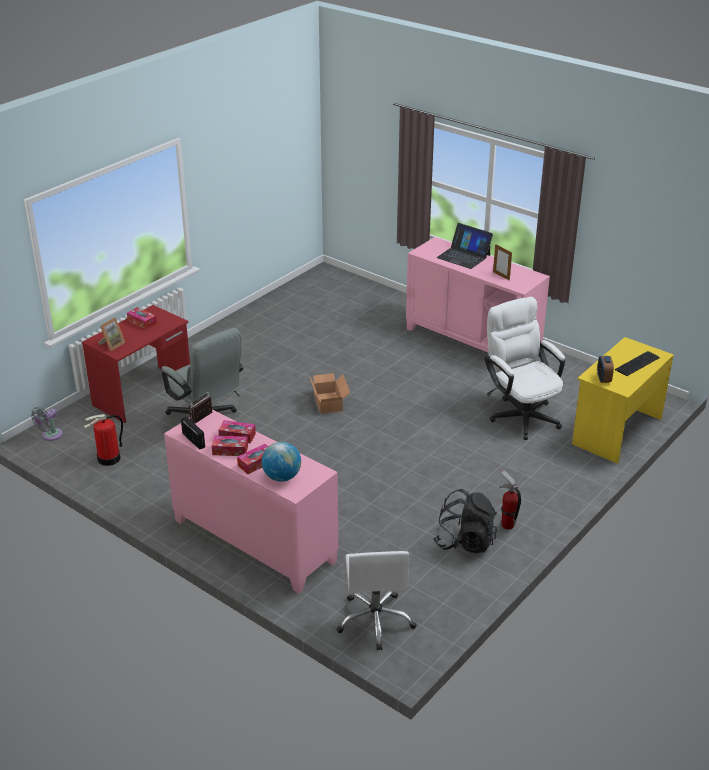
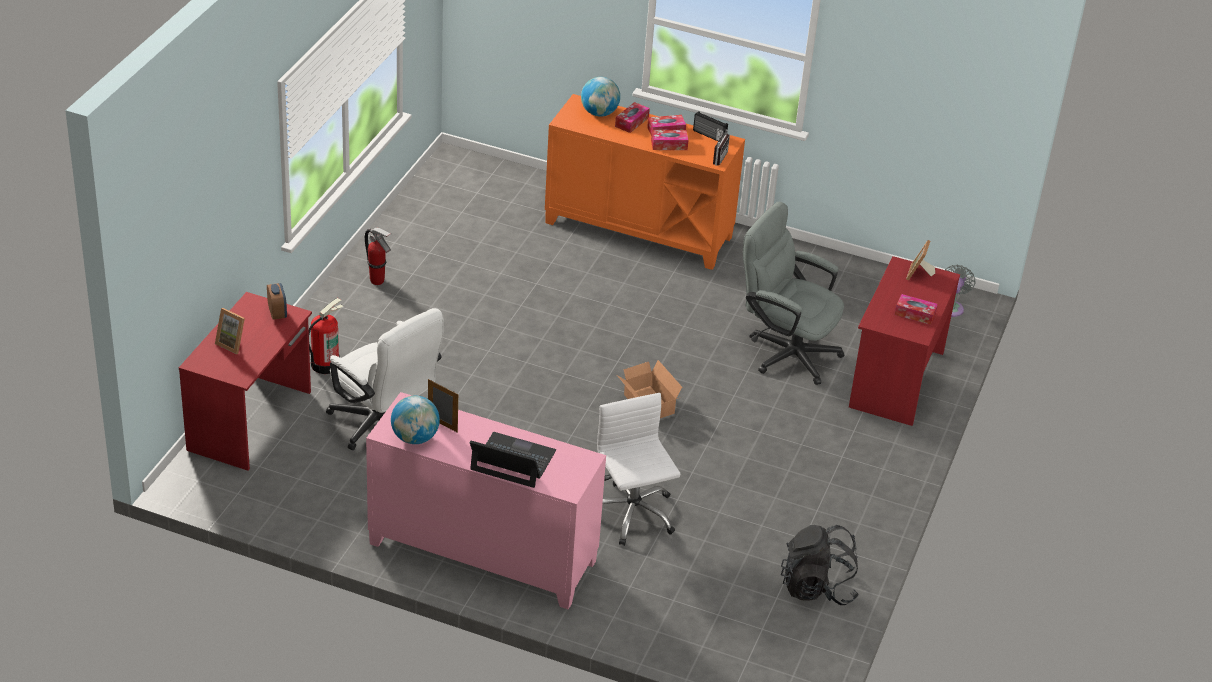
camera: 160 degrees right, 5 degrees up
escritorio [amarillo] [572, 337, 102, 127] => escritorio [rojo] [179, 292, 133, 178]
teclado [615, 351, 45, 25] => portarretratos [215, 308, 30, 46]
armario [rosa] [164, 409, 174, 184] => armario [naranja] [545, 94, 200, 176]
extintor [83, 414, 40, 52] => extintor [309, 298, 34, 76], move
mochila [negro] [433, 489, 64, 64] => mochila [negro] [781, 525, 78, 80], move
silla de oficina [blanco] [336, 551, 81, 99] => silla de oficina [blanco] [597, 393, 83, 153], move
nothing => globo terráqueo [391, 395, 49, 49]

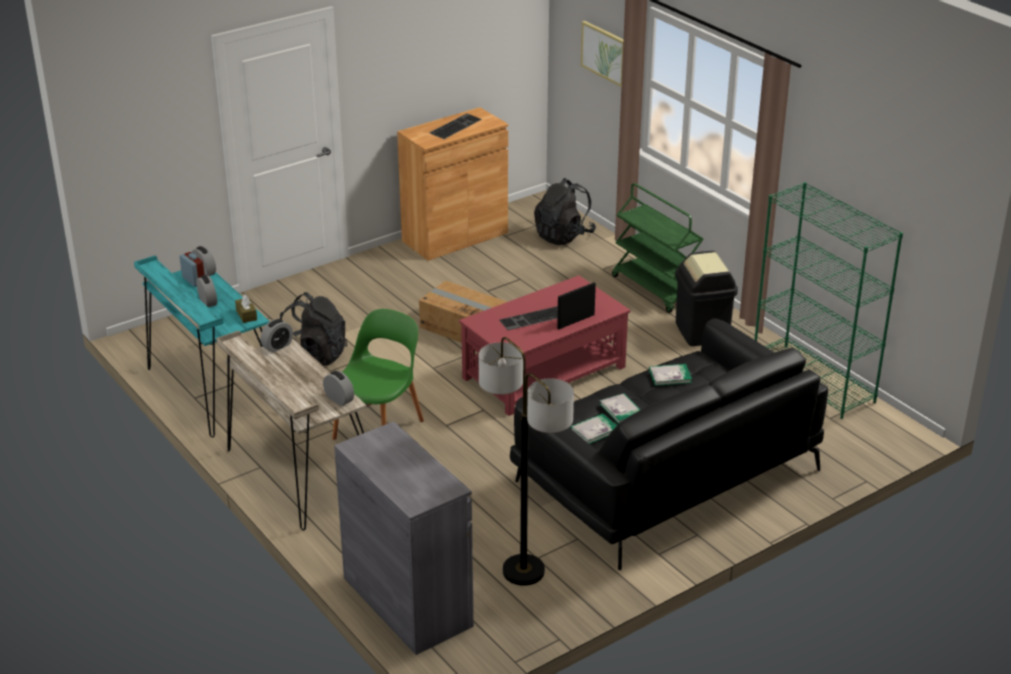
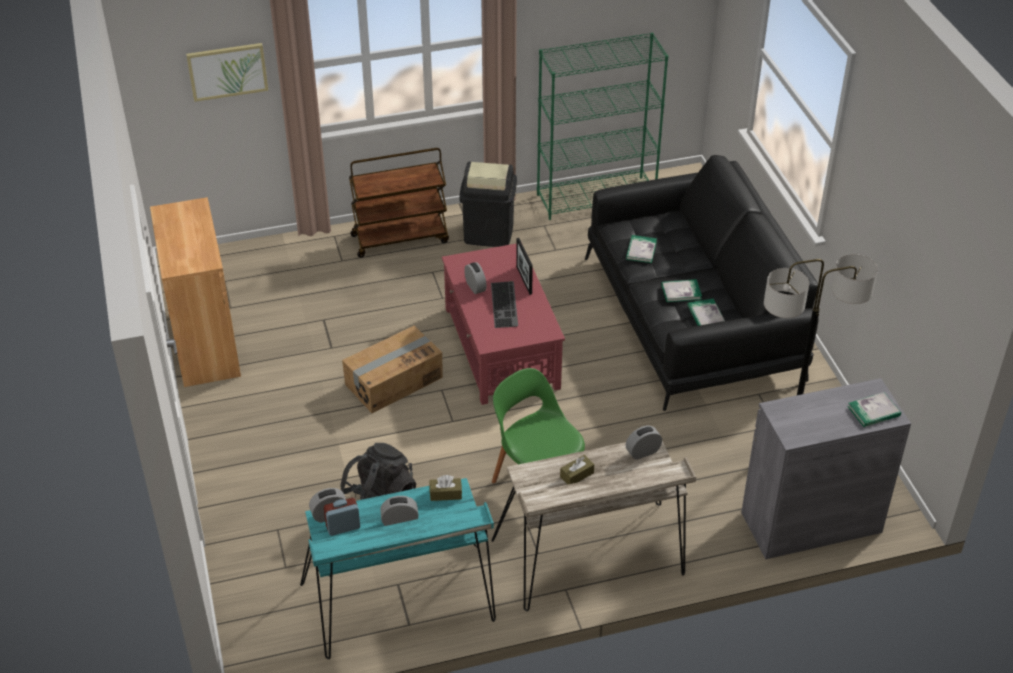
camera: 70 degrees left, 10 degrees up
teclado [429, 113, 53, 26] => nothing
mochila [negro] [534, 178, 62, 67] => nothing
carrito [verde] [612, 183, 91, 130] => carrito [marrón] [349, 148, 100, 110]
despertador [260, 319, 33, 34] => despertador [464, 262, 23, 32], move
nothing => libro [847, 392, 54, 35]
nothing => caja de pañuelos [marrón] [560, 455, 34, 29]

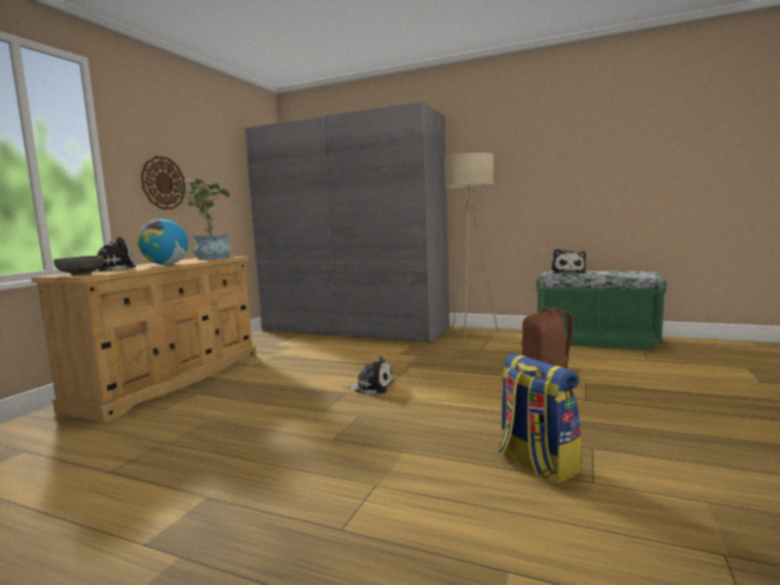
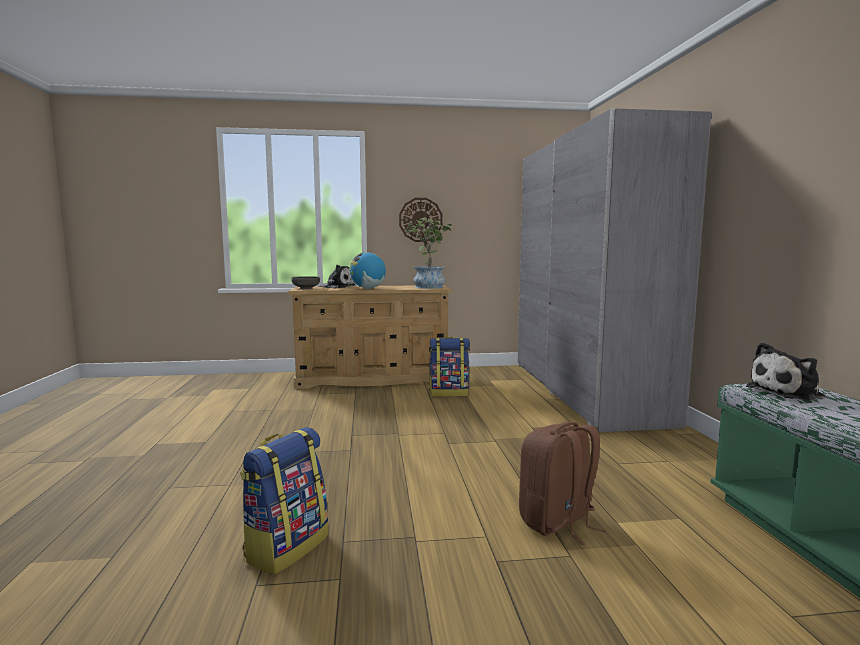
camera: 60 degrees right, 0 degrees up
lámpara de pie [beis] [444, 153, 55, 190] => nothing
peluche [344, 356, 49, 39] => nothing
nothing => mochila [429, 337, 41, 60]

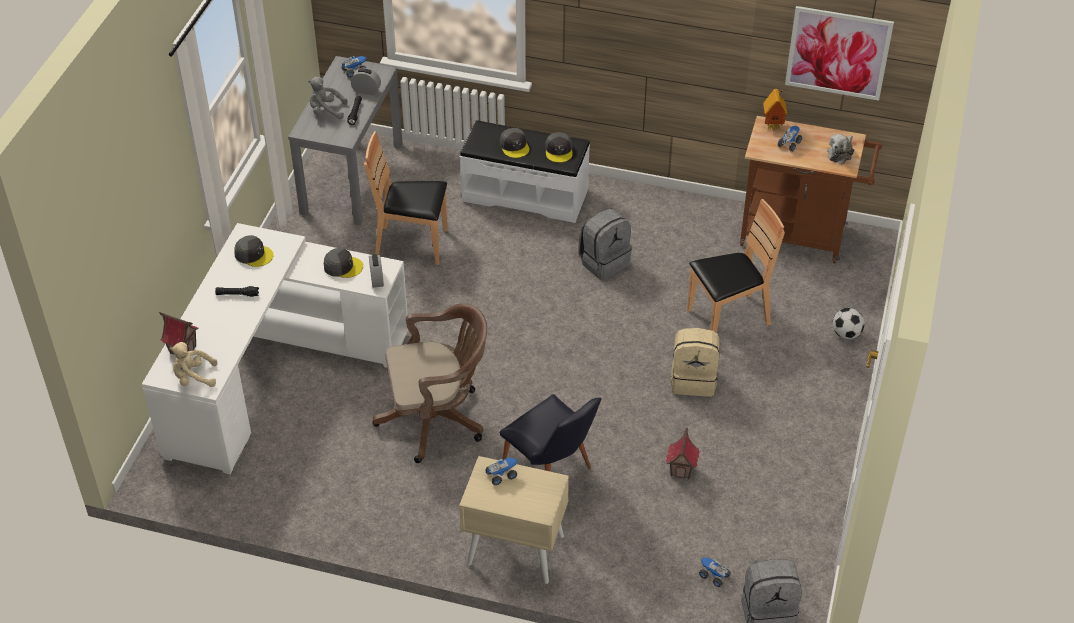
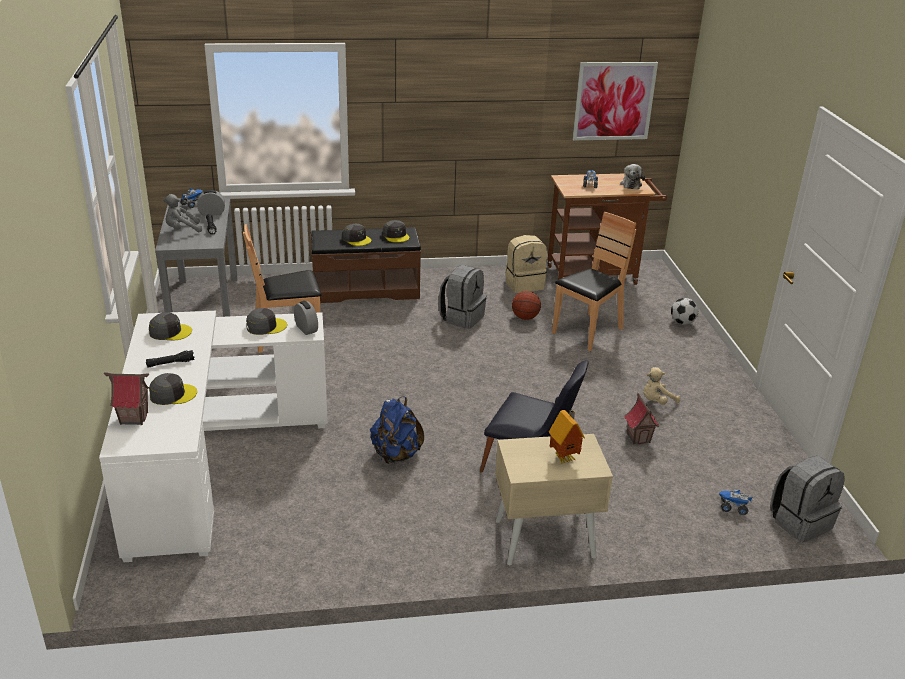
camera: 25 degrees left, 15 degrees down
casita [763, 89, 25, 41] => casita [549, 410, 36, 53], move
banco [blanco] [460, 120, 130, 103] => banco [marrón] [311, 227, 110, 76]
silla de oficina [marrón] [373, 303, 114, 160] => mochila [azul] [370, 397, 54, 67]
mochila [beis] [671, 328, 49, 69] => mochila [beis] [505, 235, 43, 58], move
peluche [beis] [169, 342, 48, 45] => peluche [beis] [643, 367, 37, 38], move
camión de juguete [485, 458, 32, 27] => nothing
nothing => balón de baloncesto [512, 291, 29, 29]
nothing => gorra [gris] [149, 373, 48, 32]

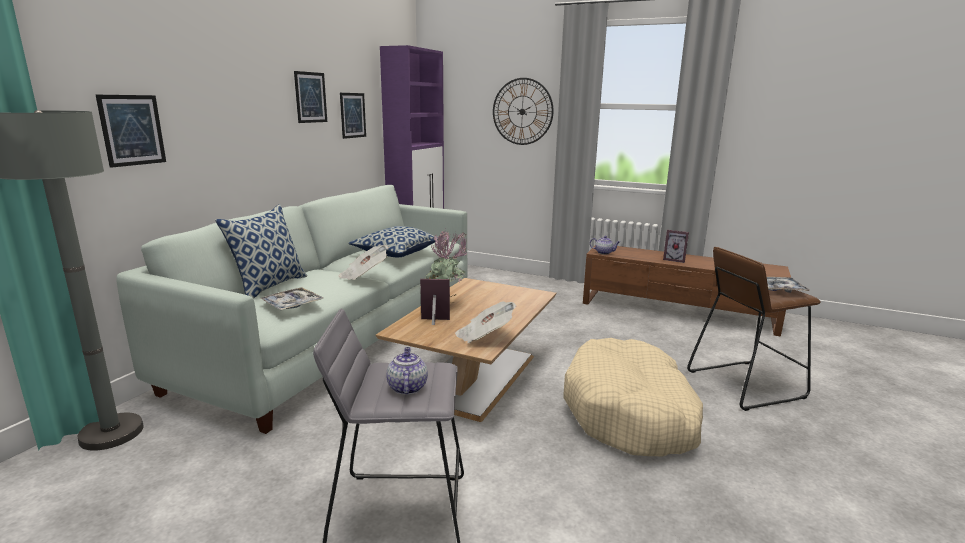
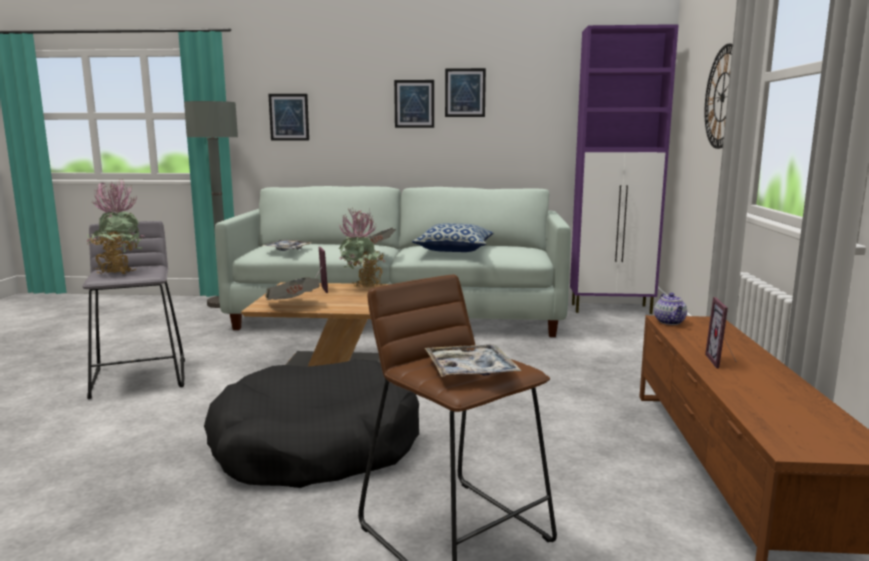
camera: 70 degrees right, 5 degrees down
cuadro [340, 93, 26, 46] => cuadro [394, 80, 40, 48], move
cojín [215, 204, 92, 95] => nothing
cama para perro [beis] [563, 338, 140, 118] => cama para perro [negro] [204, 359, 215, 129]
tetera [386, 347, 42, 48] => planta en maceta [86, 180, 58, 94]

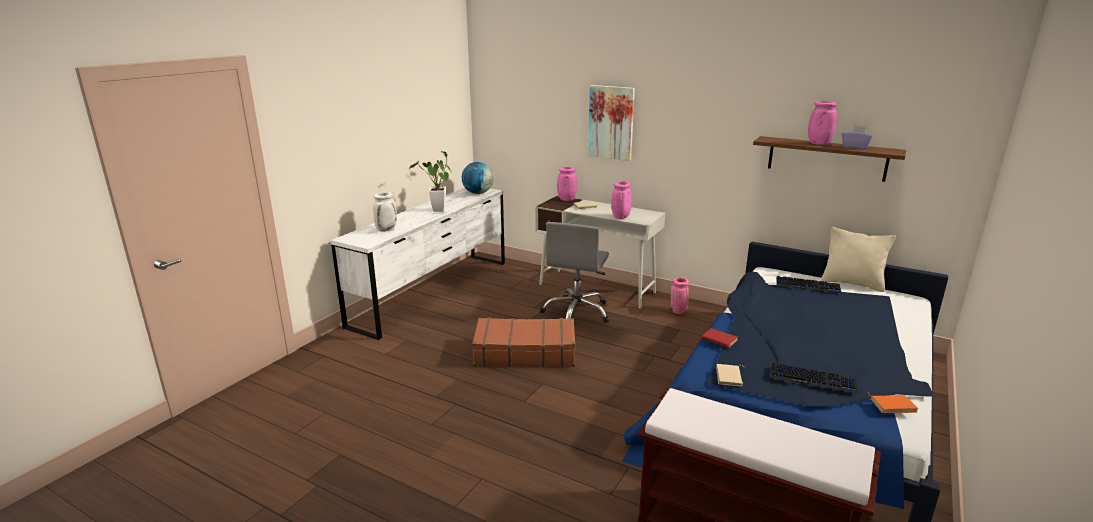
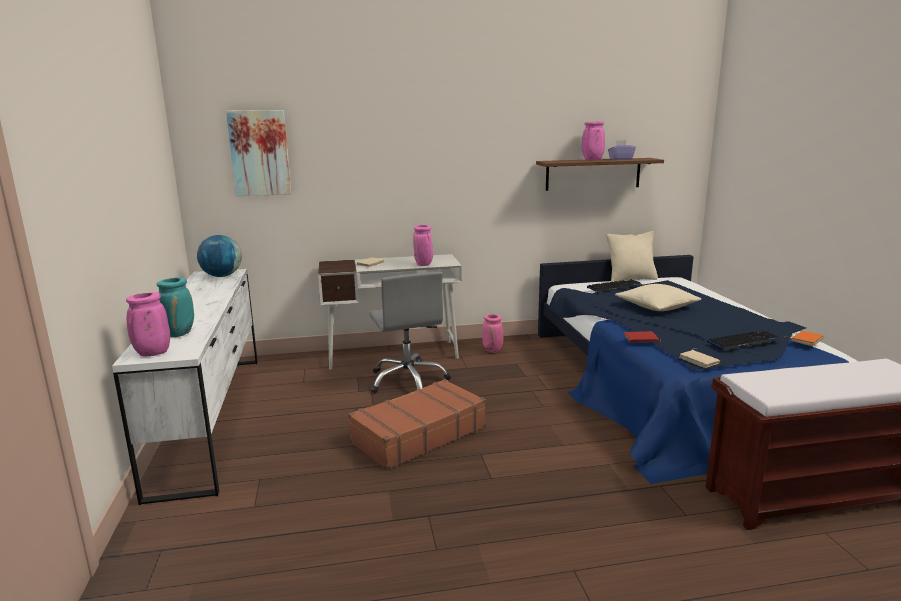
camera: 40 degrees left, 5 degrees down
cuadro [588, 85, 47, 76] => cuadro [226, 110, 66, 86], move
planta en maceta [409, 151, 42, 61] => nothing
florero [rosa] [557, 167, 20, 34] => florero [rosa] [126, 292, 44, 64], move
florero [blanco] [373, 192, 24, 40] => florero [turquesa] [157, 278, 37, 59]
nothing => cojín [beis] [615, 284, 86, 27]

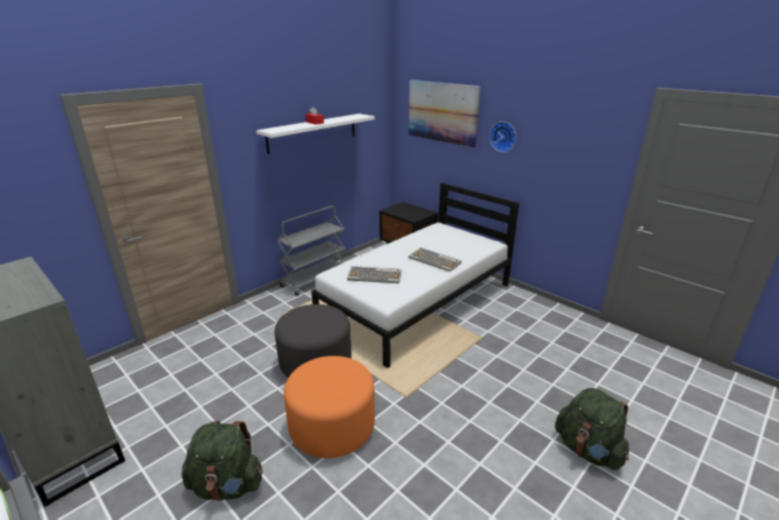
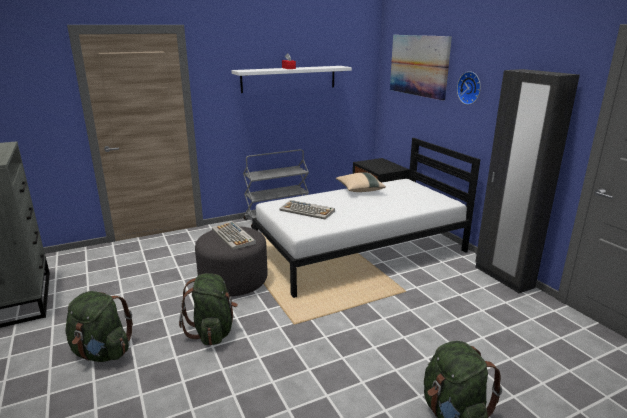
camera: 20 degrees right, 5 degrees down
teclado [408, 248, 53, 24] => teclado [212, 221, 44, 29], move
puf [naranja] [284, 356, 91, 102] => mochila [verde] [179, 273, 59, 72]
nothing => armario ropero [negro] [475, 69, 105, 225]
nothing => cojín [beis] [336, 172, 50, 20]

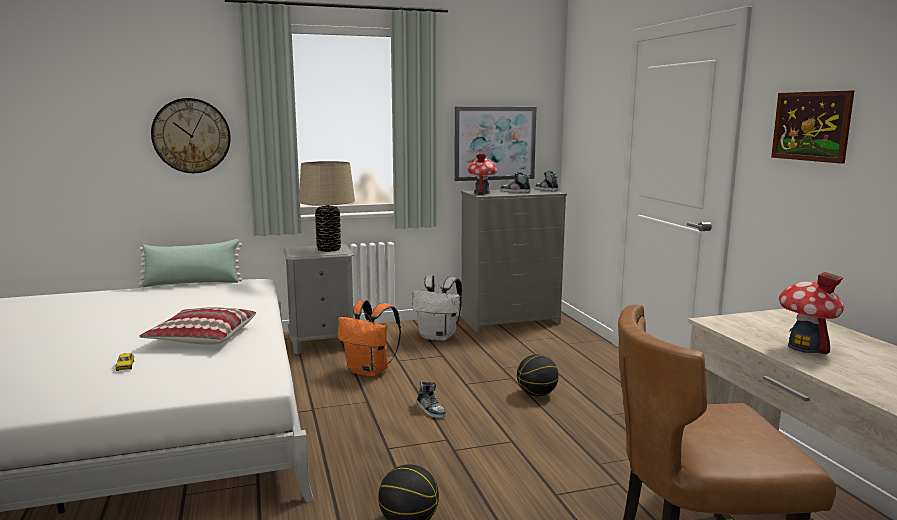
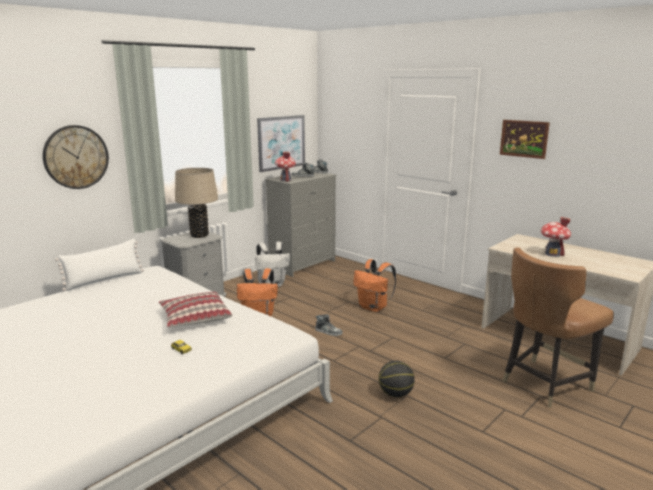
camera: 30 degrees left, 5 degrees up
cojín [verde] [138, 239, 104, 48] => cojín [blanco] [55, 239, 89, 52]
balón de baloncesto [517, 355, 42, 41] => mochila [naranja] [353, 259, 43, 53]

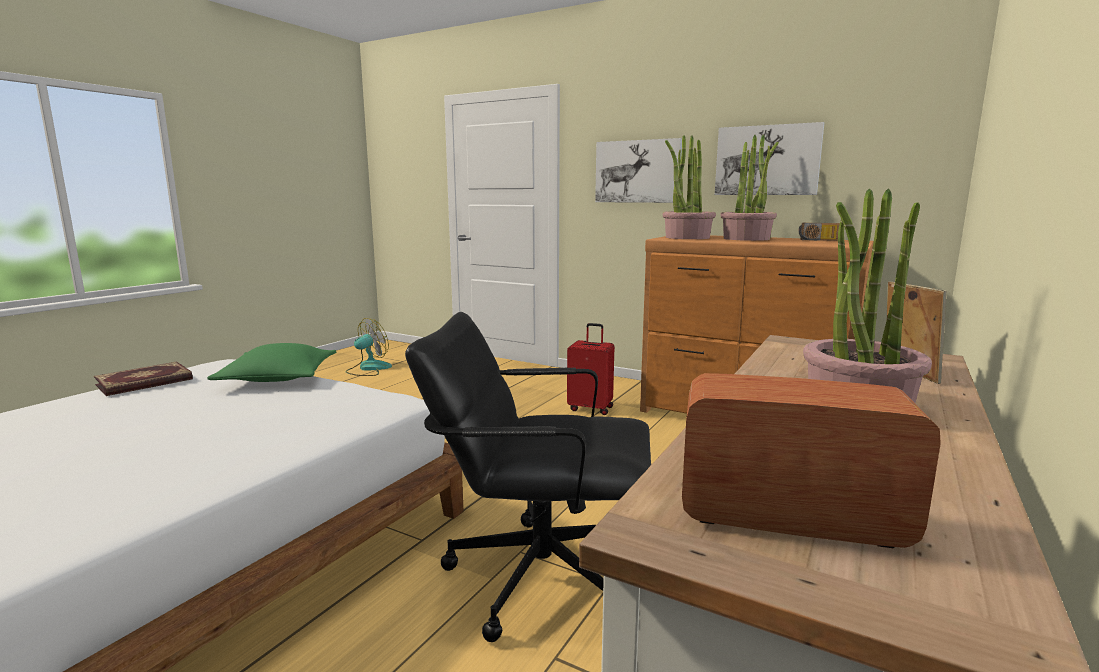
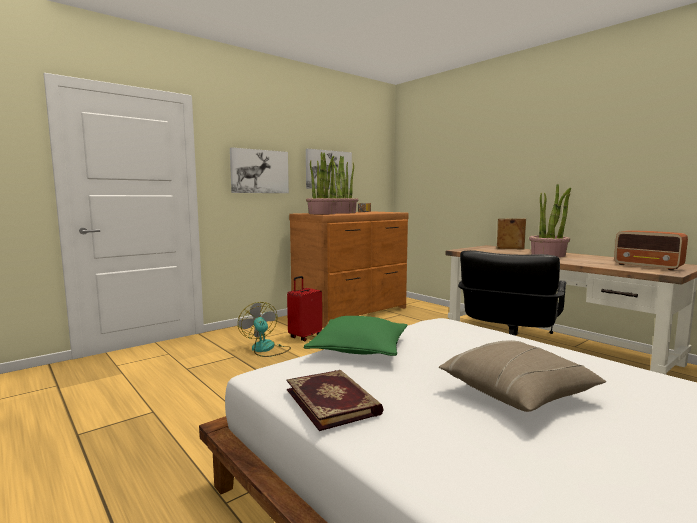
camera: 70 degrees left, 5 degrees down
ventilador [346, 318, 46, 58] => ventilador [238, 302, 53, 55], move
radio [682, 373, 259, 176] => radio [614, 230, 74, 41], 75 degrees counterclockwise
nothing => cojín [beis] [439, 340, 167, 72]

